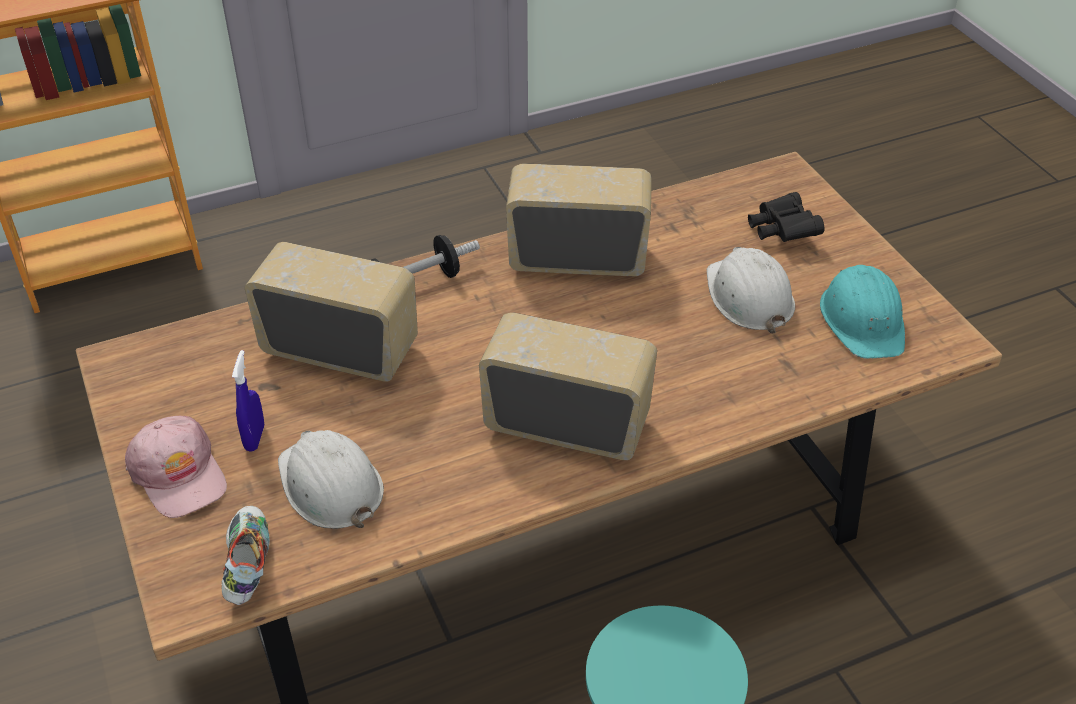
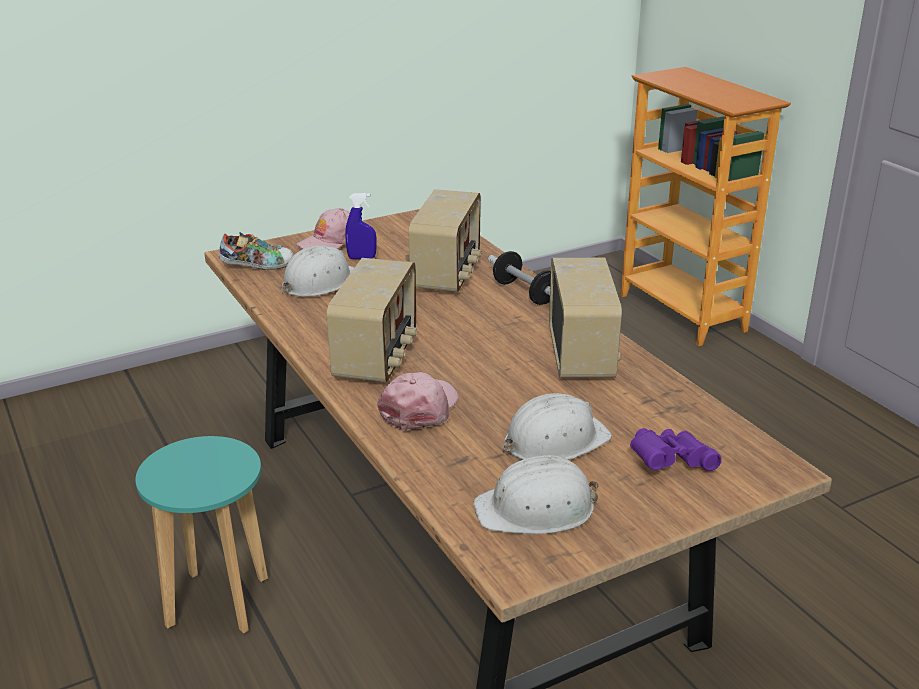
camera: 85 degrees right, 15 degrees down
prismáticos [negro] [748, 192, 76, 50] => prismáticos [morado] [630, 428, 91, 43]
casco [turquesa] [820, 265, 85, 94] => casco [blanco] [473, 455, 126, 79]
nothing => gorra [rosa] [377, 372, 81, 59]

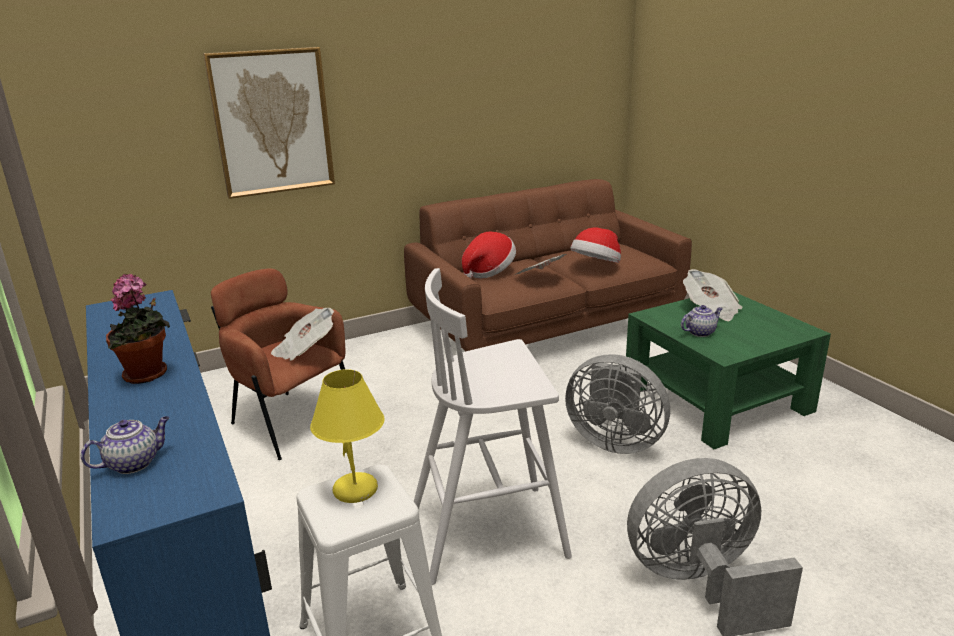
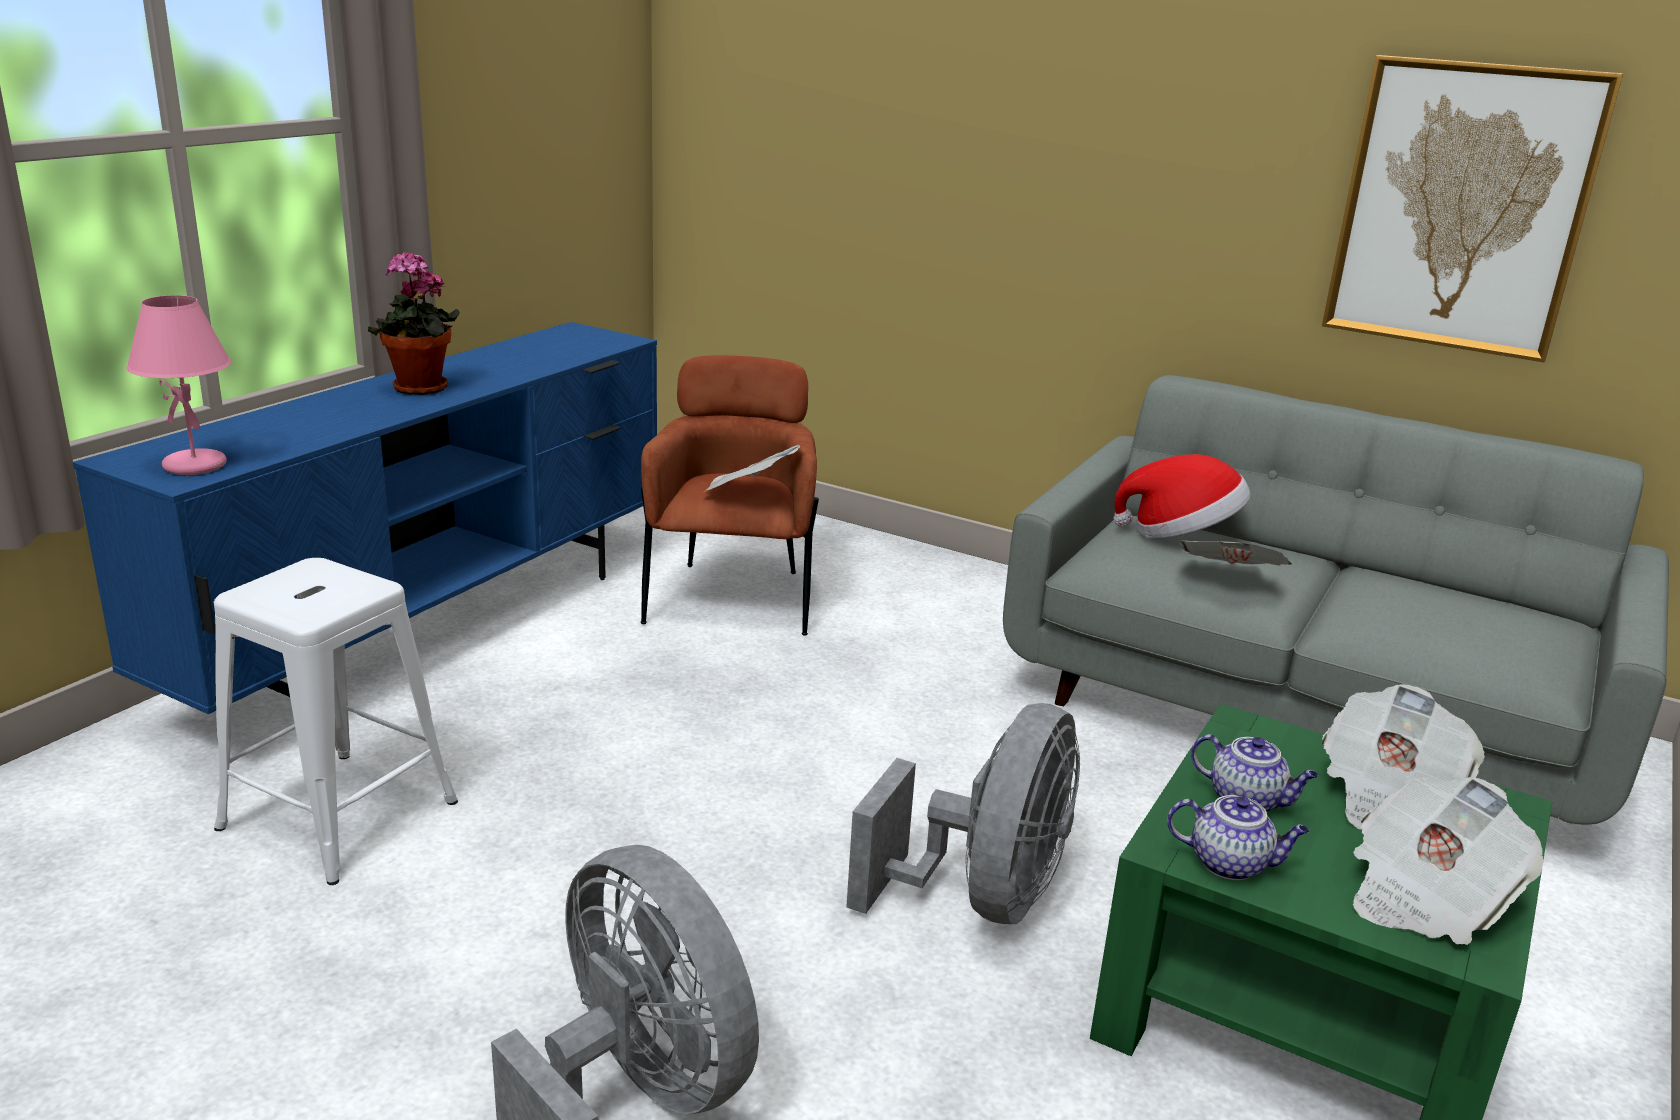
camera: 55 degrees right, 0 degrees up
cuadro [203, 47, 132, 152] => cuadro [1322, 55, 301, 307], move
sofá [marrón] [404, 179, 288, 172] => sofá [gris] [1003, 375, 666, 450]
sombrero [570, 227, 51, 36] => nothing
taburete [blanco] [414, 268, 158, 317] => nothing
ventilador [gris] [565, 354, 105, 100] => ventilador [gris] [846, 703, 234, 221], 150 degrees counterclockwise
lámpara de mesa [amarillo] [310, 369, 74, 134] => nothing
tetera [81, 416, 89, 58] => tetera [1167, 795, 143, 85], move
nothing => lámpara de mesa [rosa] [126, 295, 105, 180]
nothing => periódico [1353, 777, 191, 168]

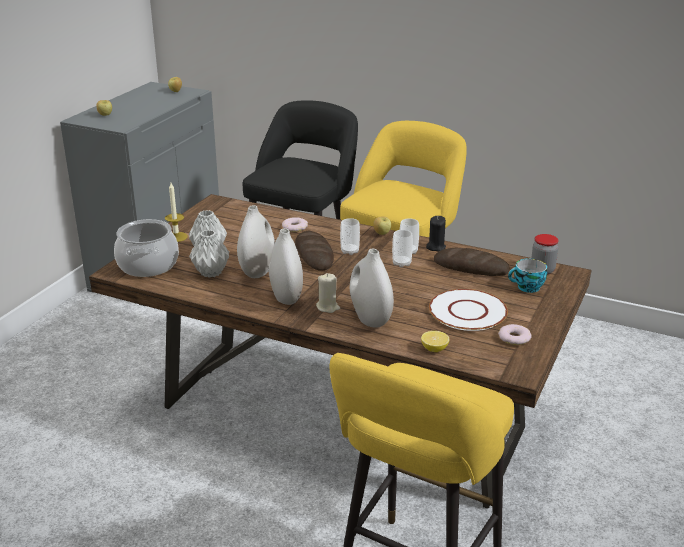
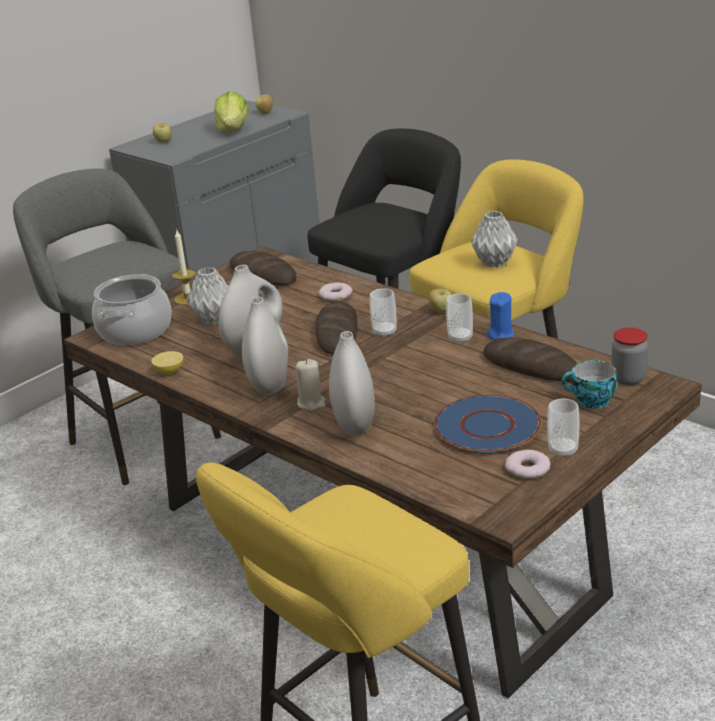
camera: 20 degrees right, 0 degrees up
vela [negro] [426, 216, 20, 35] => vela [azul] [487, 292, 27, 48]
florero [gris] [189, 230, 40, 48] => florero [gris] [471, 211, 47, 57], move
taza [392, 230, 21, 37] => taza [547, 399, 32, 59], move
plato [blanco] [429, 289, 79, 42] => plato [azul] [434, 394, 108, 60]
limón [421, 331, 28, 21] => limón [152, 351, 31, 24], move
nothing => lechuga [214, 92, 35, 41]
nothing => taburete [gris] [13, 168, 208, 317]
nothing => pan [229, 251, 68, 34]

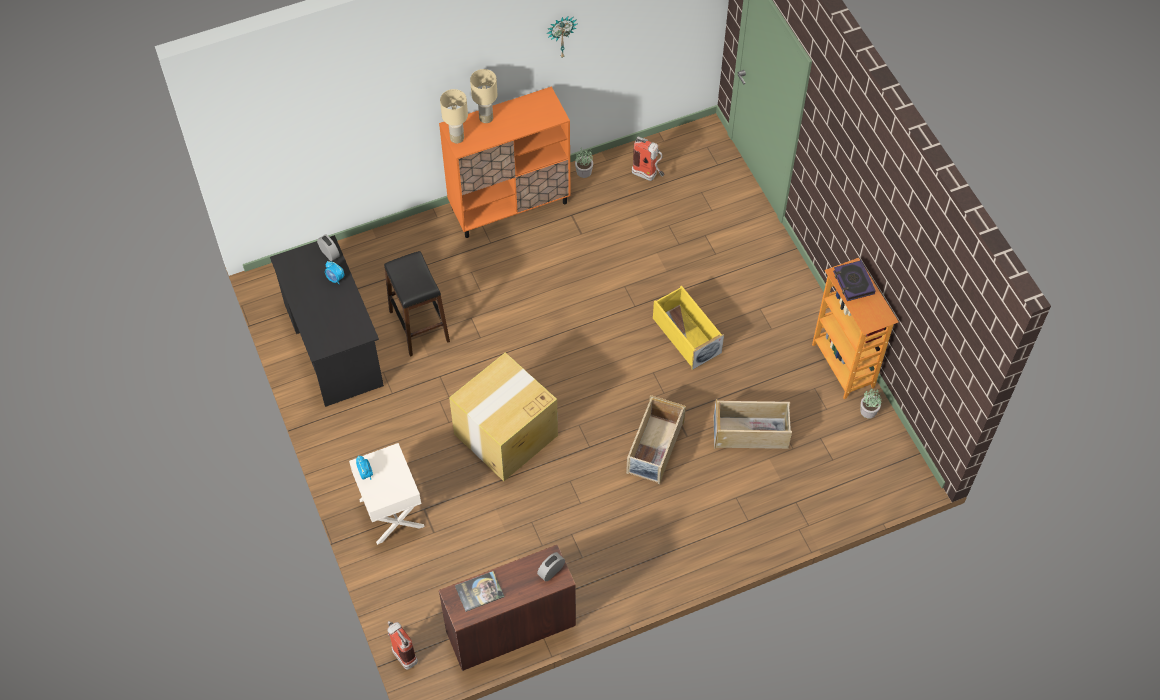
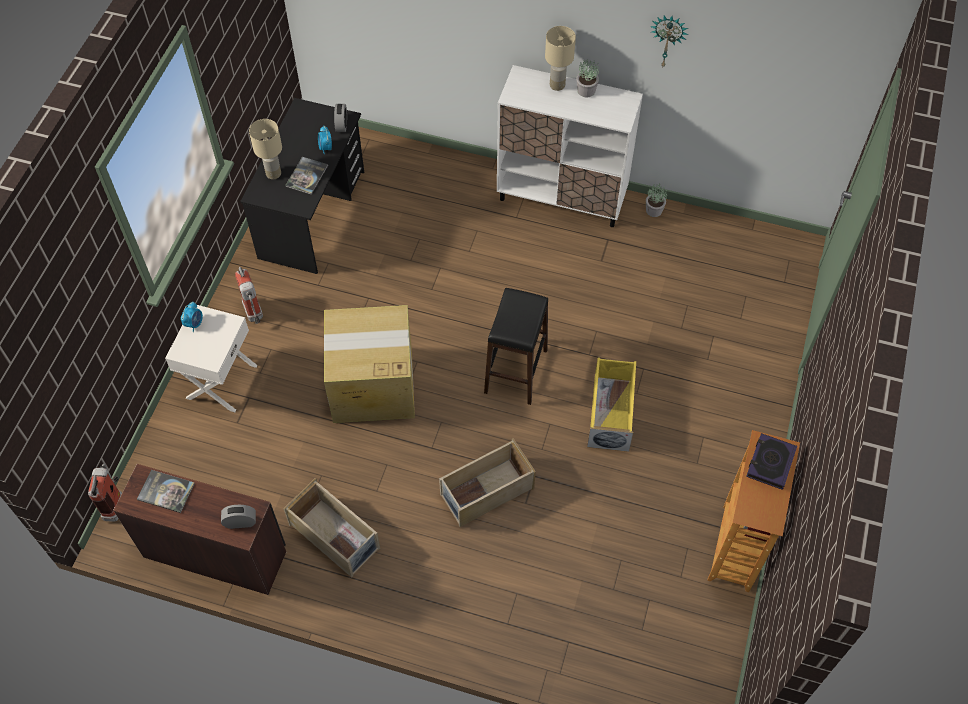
camera: 40 degrees right, 0 degrees up
armario [naranja] [439, 86, 132, 152] => armario [blanco] [497, 65, 146, 162]
lámpara de mesa [beis] [440, 89, 28, 54] => lámpara de mesa [beis] [249, 119, 33, 60], move
extintor [632, 137, 33, 44] => extintor [235, 267, 28, 57], move
taburete [negro] [384, 251, 66, 106] => taburete [negro] [484, 288, 64, 117], move
planta en maceta [860, 388, 21, 31] => planta en maceta [576, 59, 23, 38], move
caja de almacenaje [beis] [713, 399, 79, 50] => caja de almacenaje [beis] [283, 478, 97, 99], move
nothing => libro [285, 157, 43, 38]

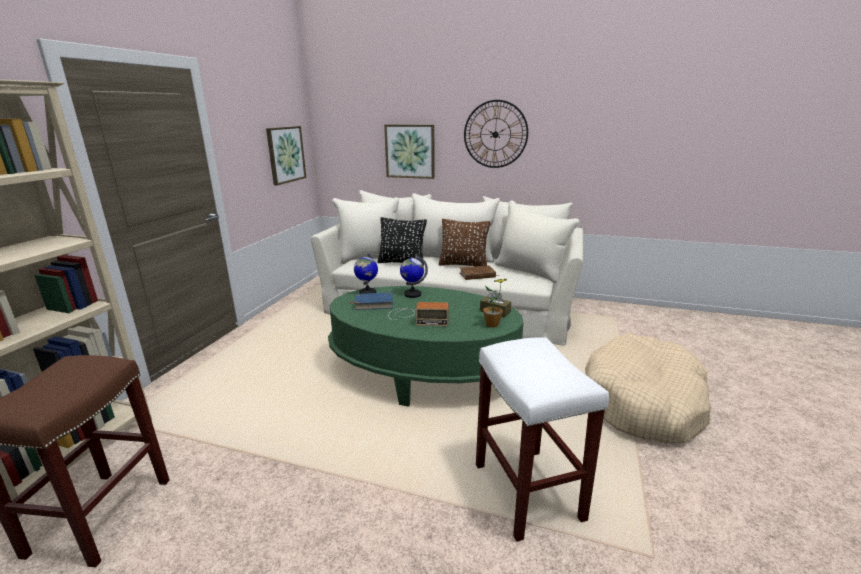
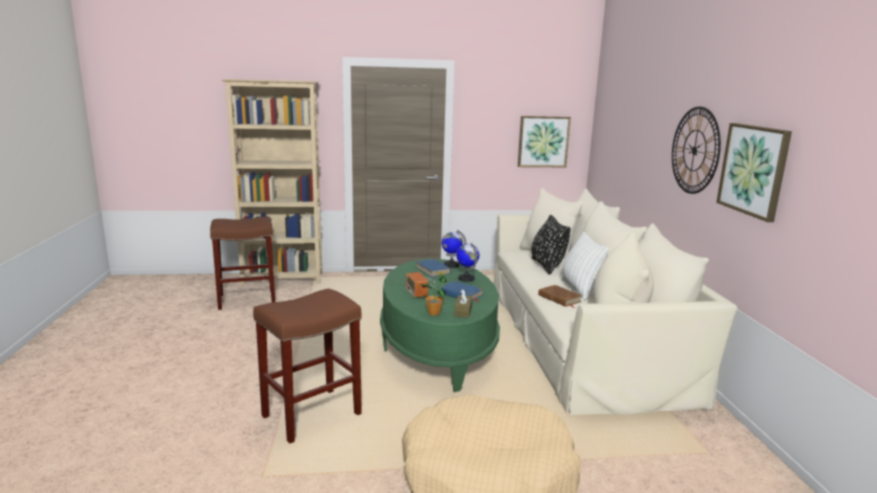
camera: 65 degrees right, 5 degrees down
cuadro [384, 125, 51, 54] => cuadro [716, 123, 76, 99], move
cojín [marrón] [438, 219, 53, 48] => cojín [blanco] [562, 232, 47, 68]
taburete [blanco] [476, 337, 133, 205] => taburete [marrón] [253, 289, 109, 154]
nothing => libro [azul] [441, 281, 42, 21]

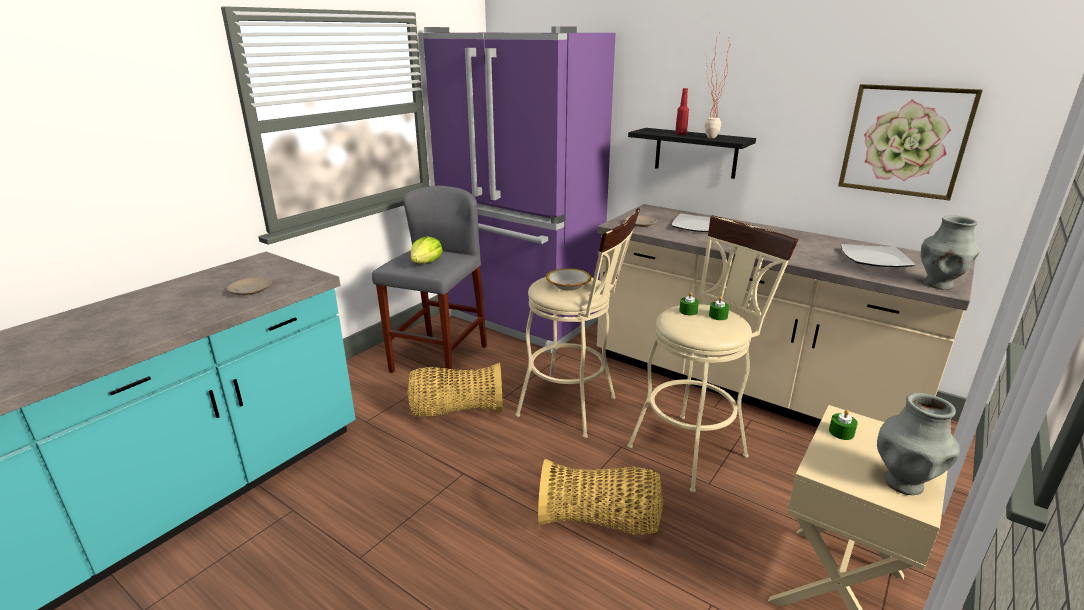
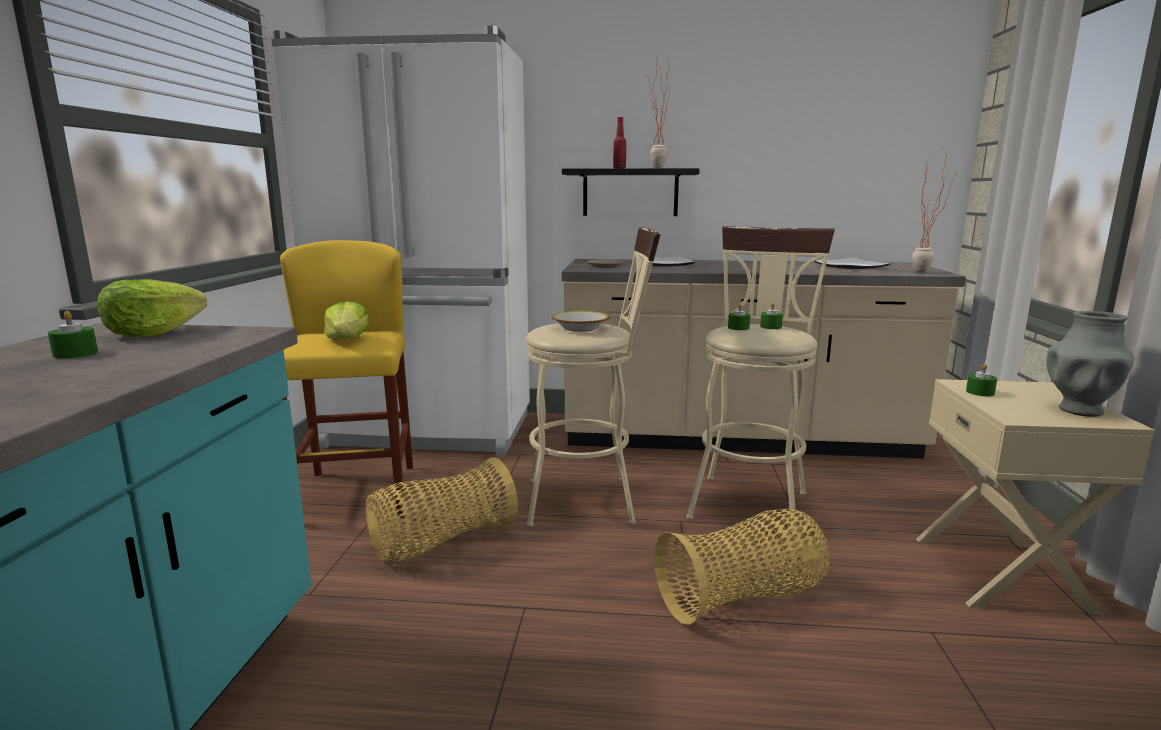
camera: 30 degrees left, 10 degrees down
nevera [morado] [422, 26, 194, 327] => nevera [blanco] [271, 26, 259, 430]
cuadro [838, 84, 145, 117] => nothing
taburete [gris] [372, 186, 115, 199] => taburete [amarillo] [280, 240, 133, 278]
florero [gris] [921, 215, 59, 75] => planta en maceta [912, 148, 43, 125]
plato [beis] [227, 277, 45, 18] => nothing
nothing => lechuga [97, 279, 110, 59]
nothing => vela [verde] [48, 311, 50, 48]

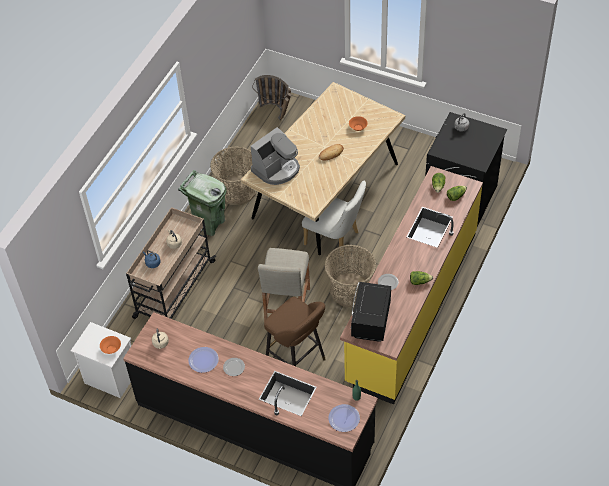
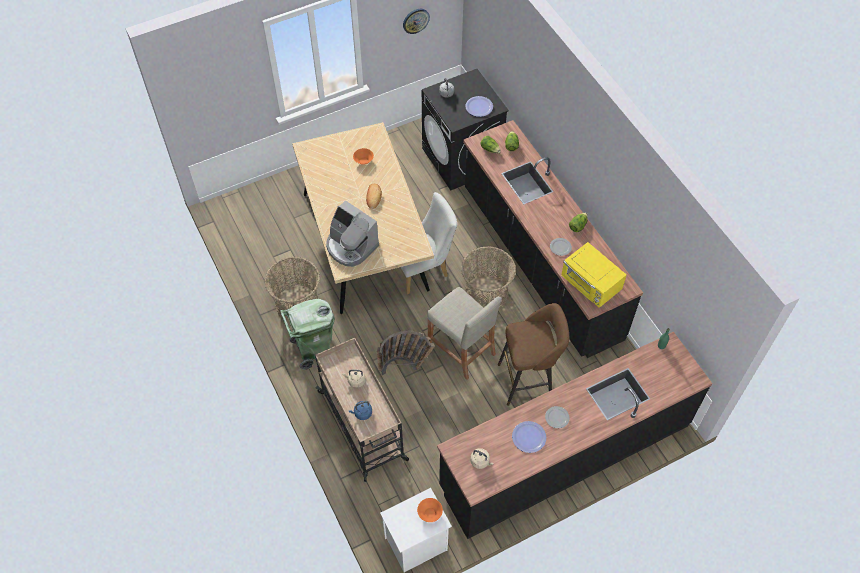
camera: 55 degrees left, 5 degrees up
cesta [252, 75, 39, 45] => cesta [377, 331, 58, 44], move
cafetera [250, 127, 50, 58] => cafetera [326, 200, 53, 67], 135 degrees clockwise
mueble bajo de cocina [amarillo] [340, 166, 143, 239] => mueble bajo de cocina [negro] [463, 120, 180, 238]
microondas [negro] [351, 282, 40, 60] => microondas [amarillo] [561, 242, 66, 66]
plato [328, 404, 32, 28] => plato [465, 96, 28, 21], move
nothing => reloj de pared [403, 9, 27, 25]

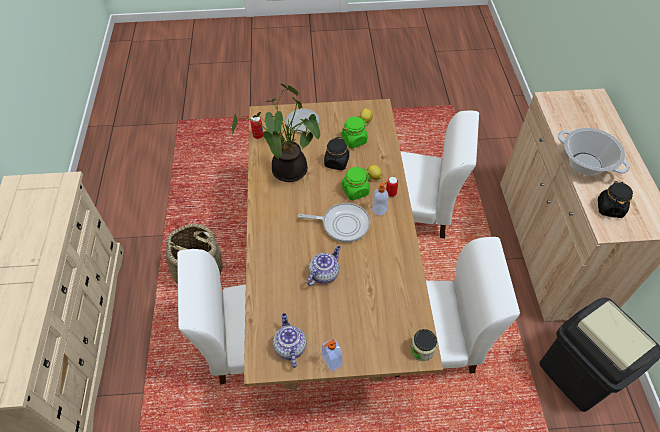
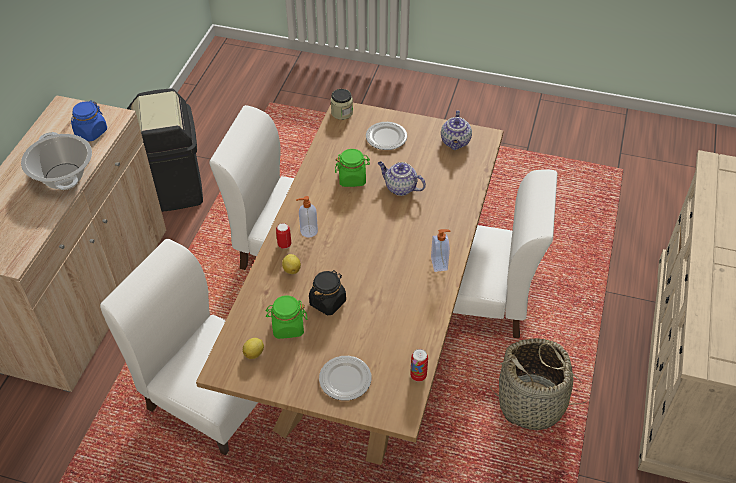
camera: 160 degrees left, 5 degrees down
planta en maceta [232, 83, 89, 99] => nothing
tarro [verde] [341, 167, 29, 33] => tarro [verde] [335, 149, 35, 38], move
tarro [negro] [598, 181, 35, 37] => tarro [azul] [71, 100, 36, 42]
sartén [298, 203, 72, 40] => nothing
tetera [307, 246, 34, 40] => tetera [378, 161, 48, 35], 60 degrees clockwise
dispensador de jabón [322, 338, 21, 34] => dispensador de jabón [431, 229, 20, 43], move
nothing => plato [366, 122, 41, 28]

